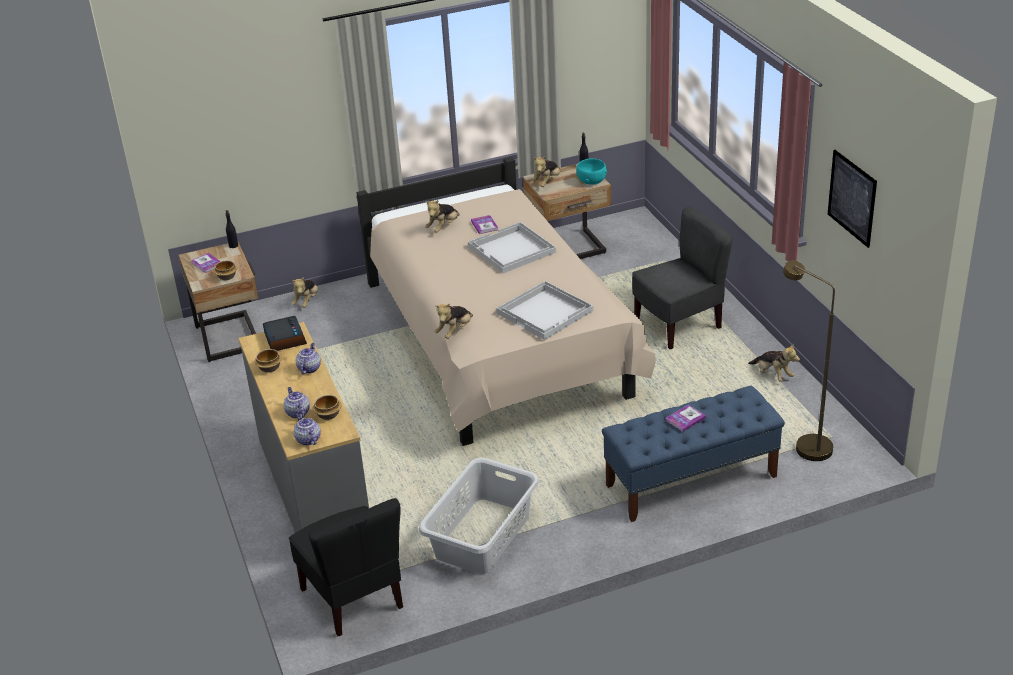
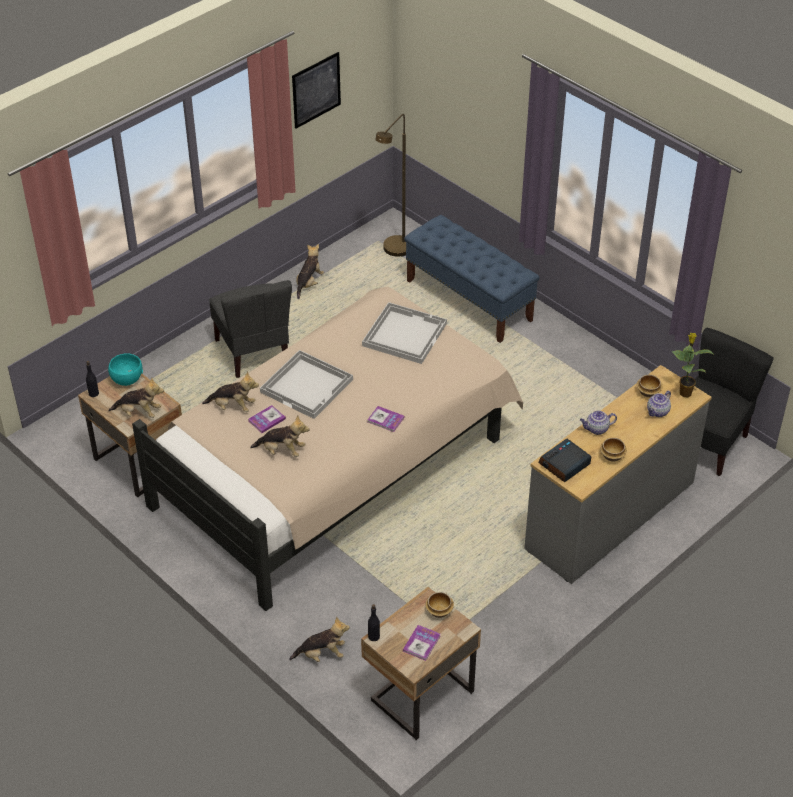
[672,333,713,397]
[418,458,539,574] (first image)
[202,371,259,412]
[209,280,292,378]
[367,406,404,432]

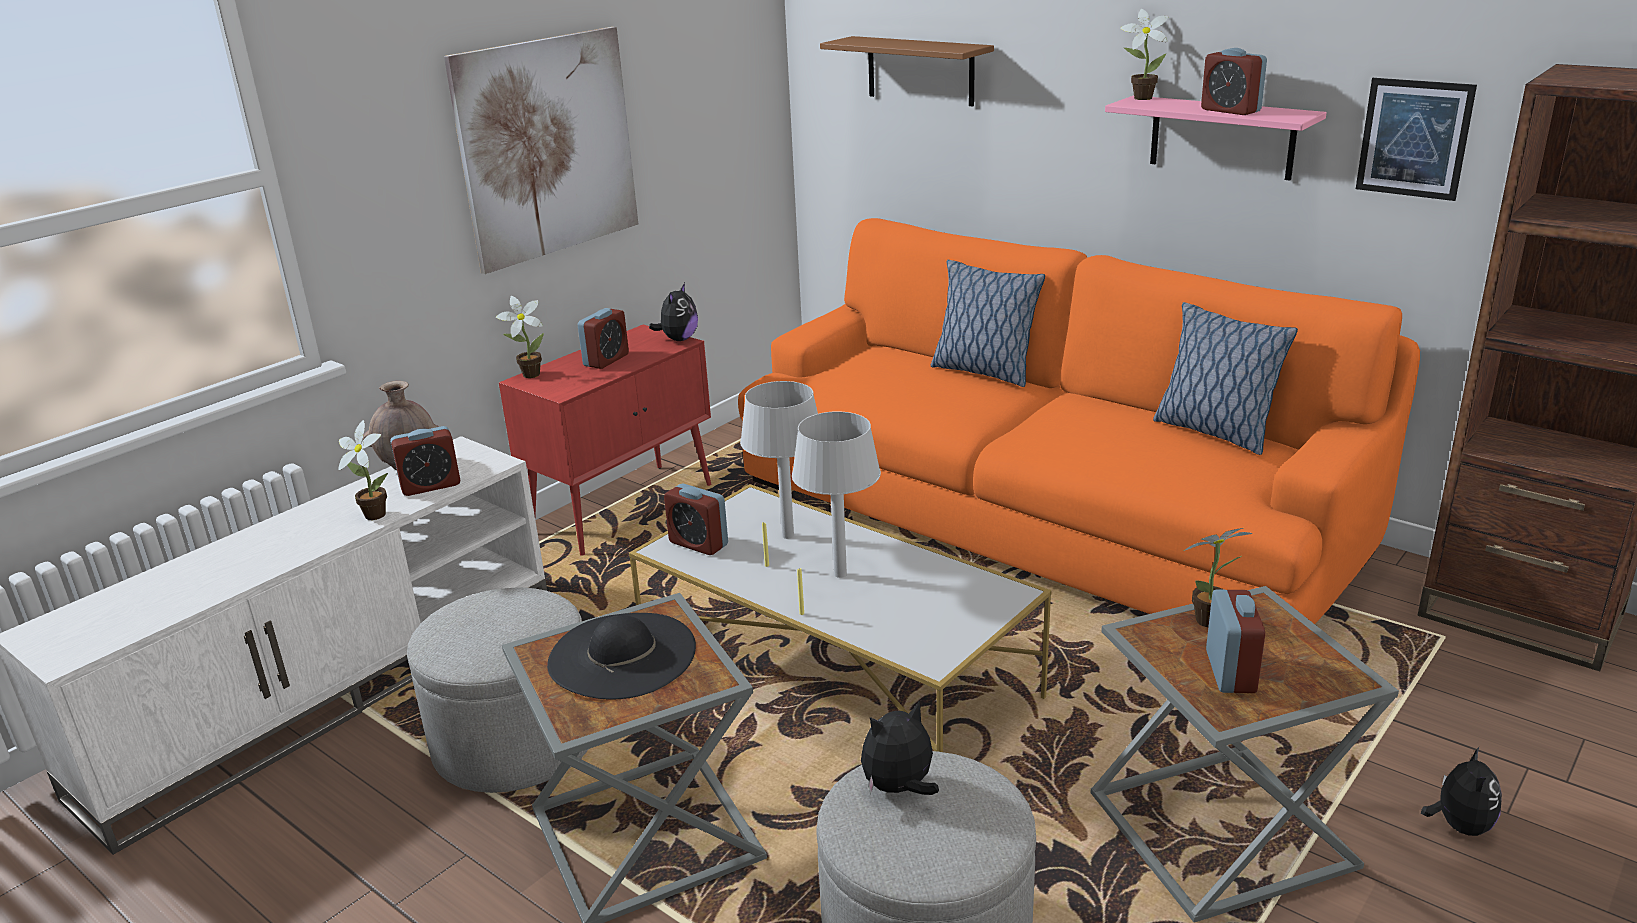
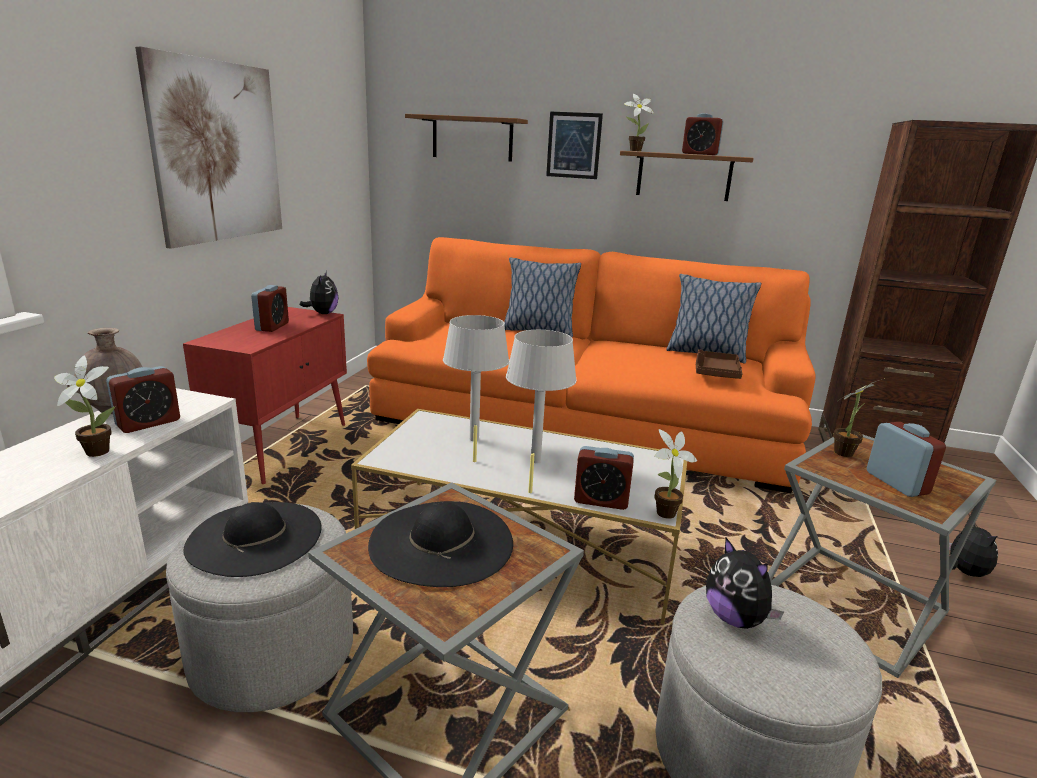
[654,429,697,519]
[574,446,634,510]
[706,538,784,629]
[620,151,754,201]
[546,112,603,179]
[183,502,321,577]
[696,349,743,379]

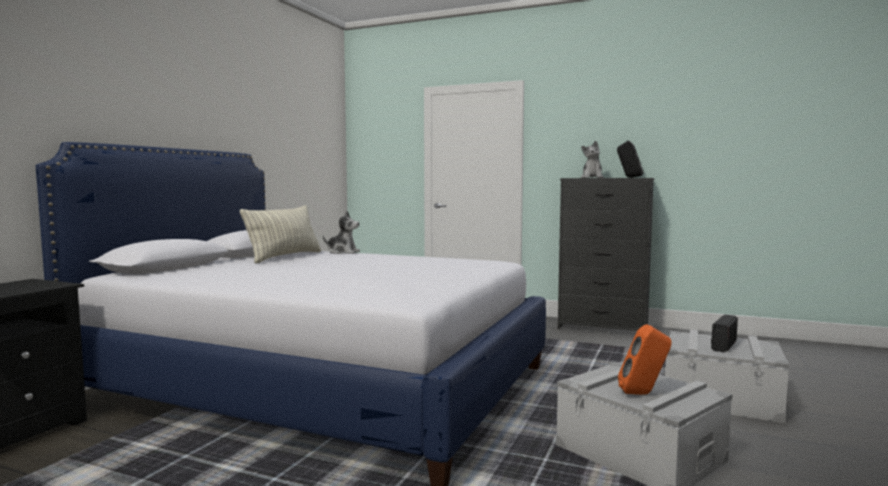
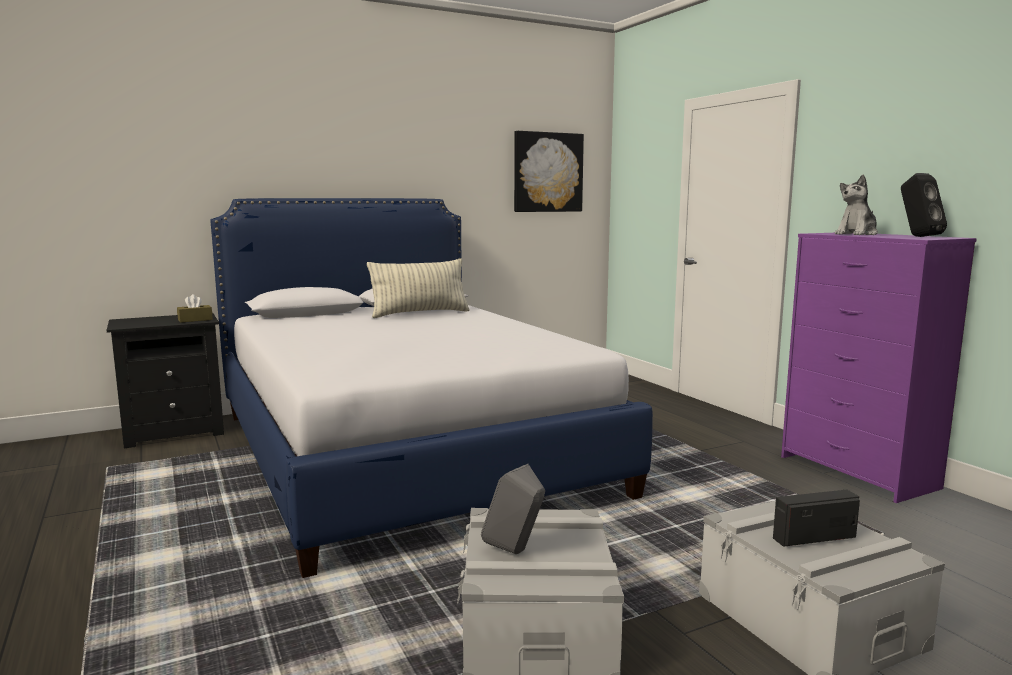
[323,211,360,254] (first image)
[781,233,977,503]
[481,464,545,554]
[177,294,213,323]
[514,131,584,212]

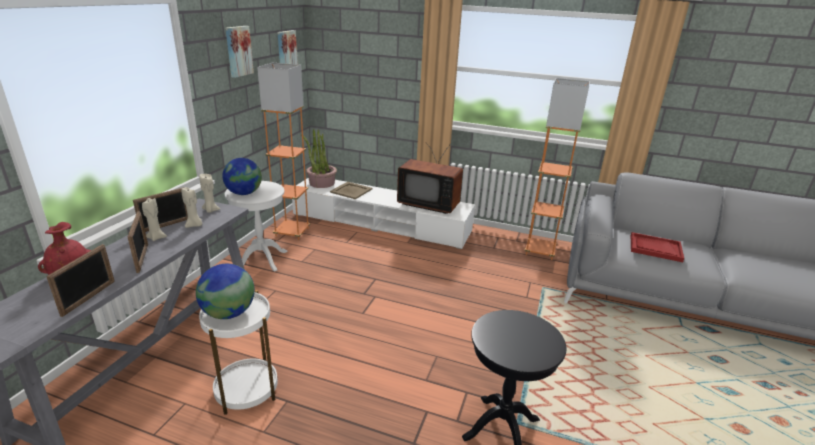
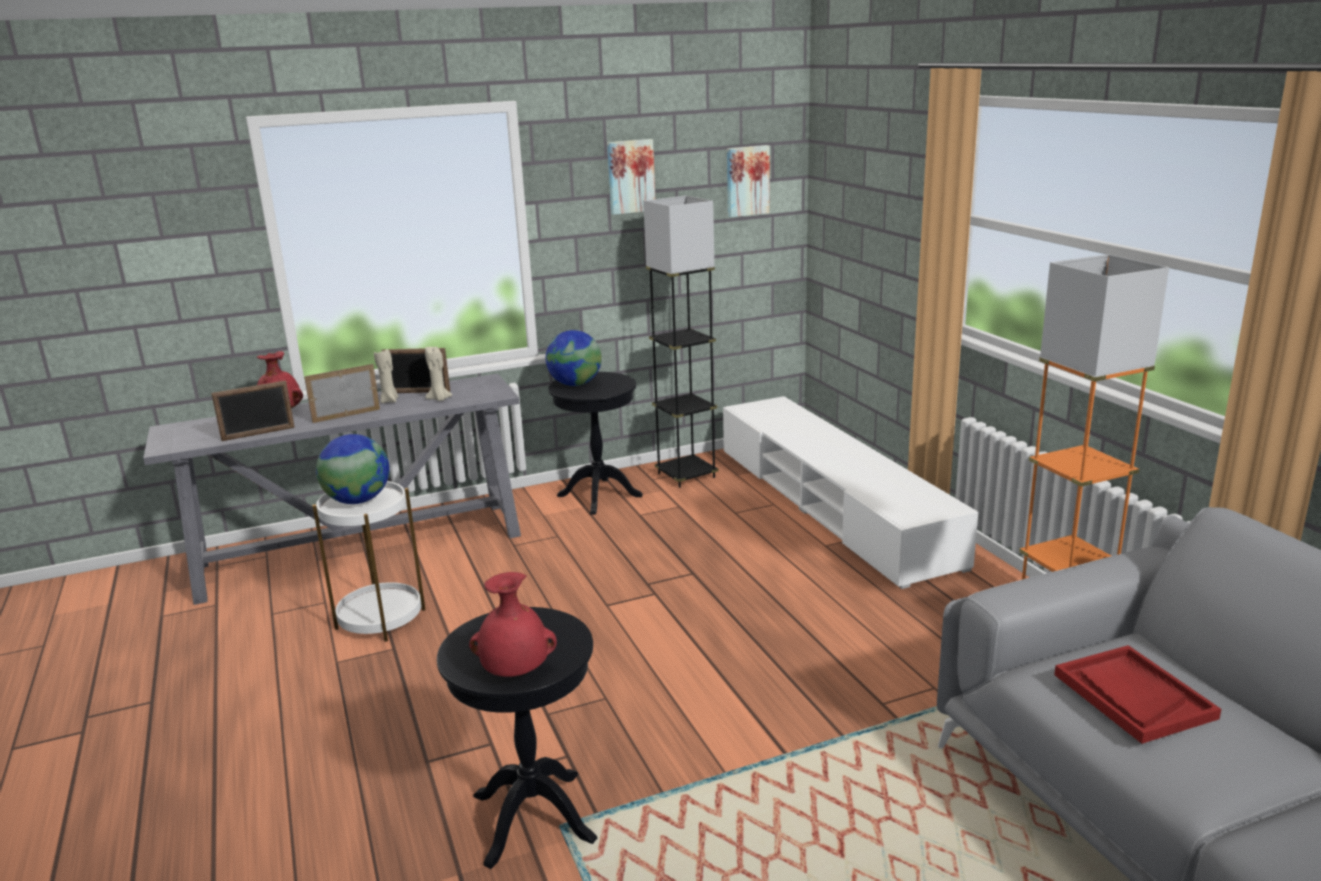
[304,364,380,423]
[199,174,220,213] (first image)
[548,372,643,515]
[643,196,718,488]
[301,129,337,188] (first image)
[330,182,372,199] (first image)
[397,142,463,214] (first image)
[469,572,557,677]

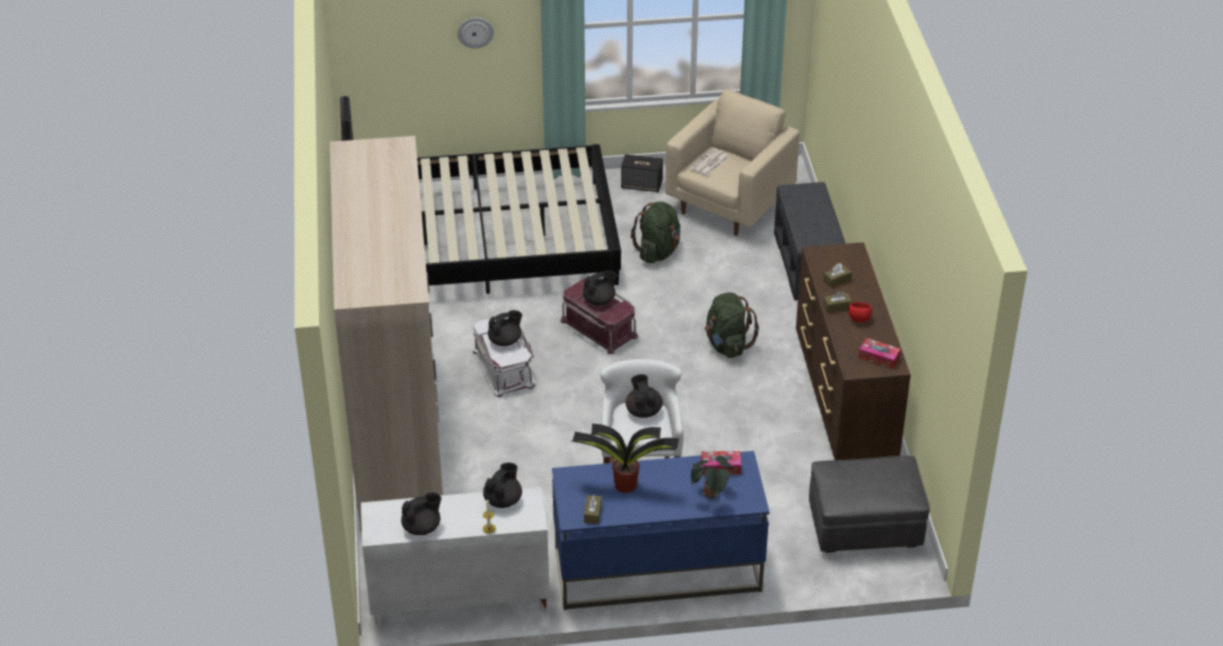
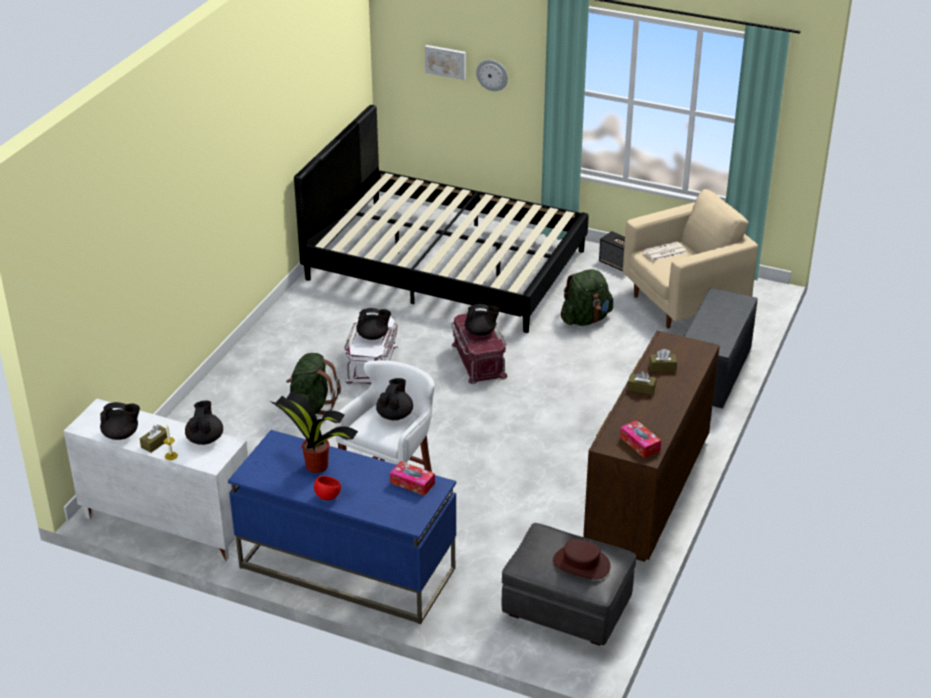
[330,136,443,532] (first image)
[185,401,223,445]
[140,424,167,453]
[691,456,733,499] (first image)
[286,353,341,415]
[314,476,341,500]
[425,45,466,80]
[553,539,611,580]

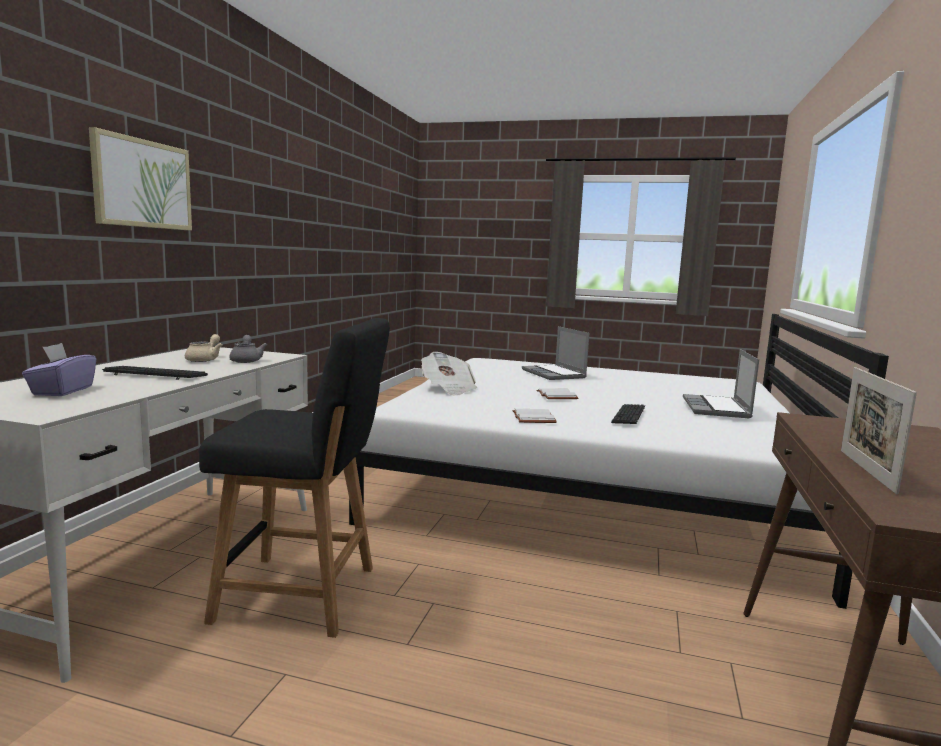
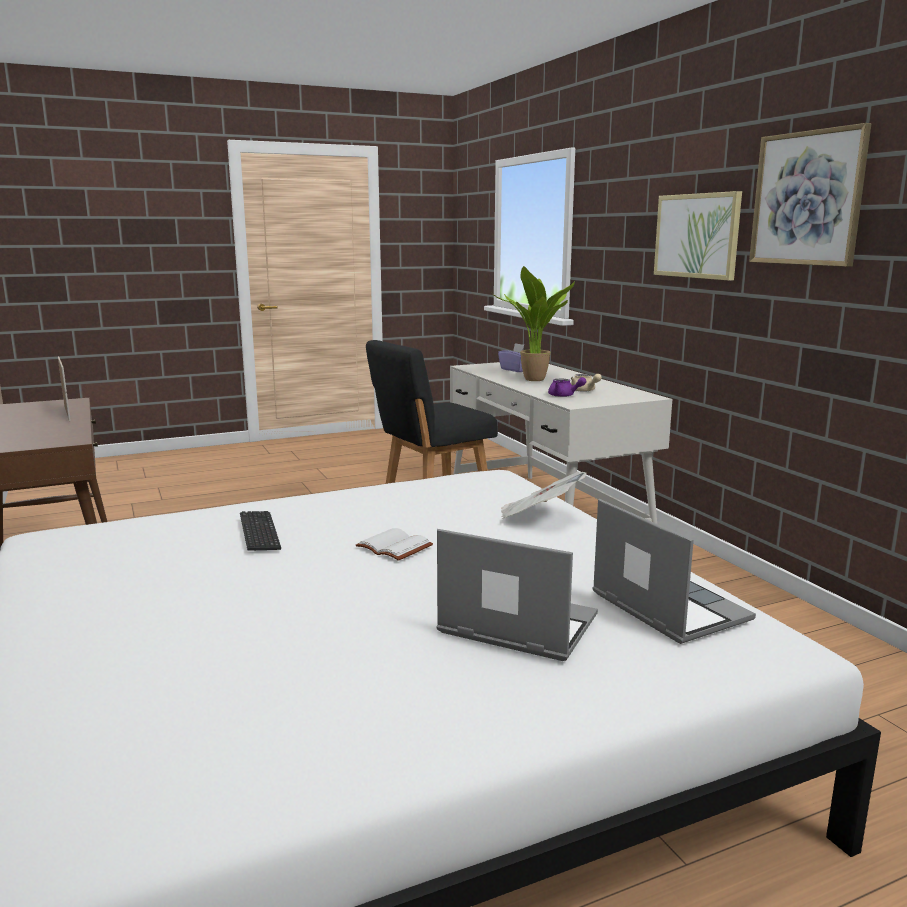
[491,266,576,381]
[548,377,586,397]
[513,409,557,423] (first image)
[593,499,756,644]
[749,123,872,267]

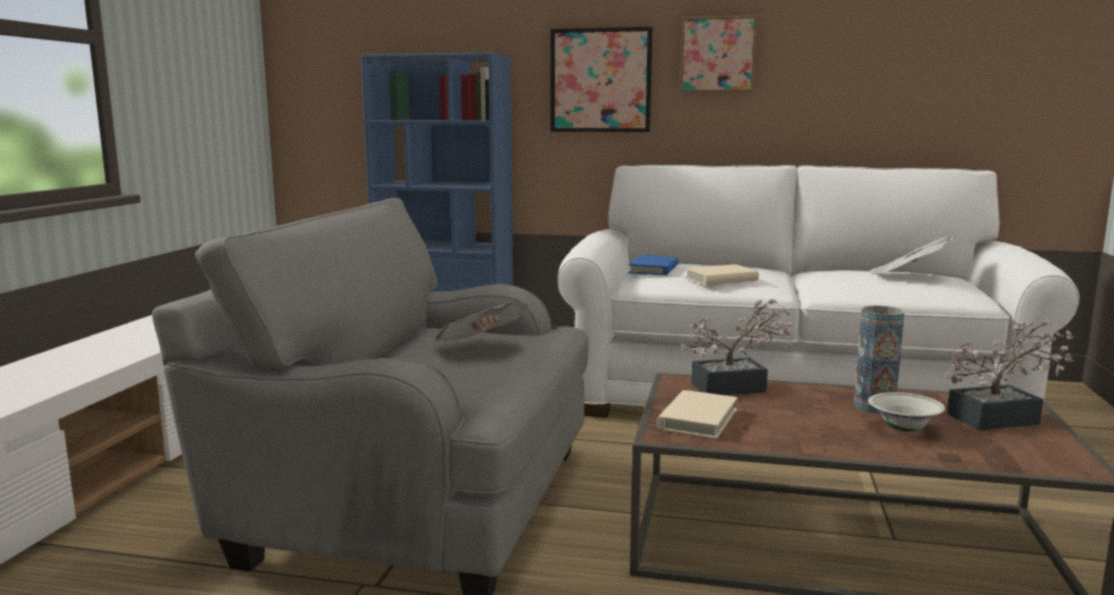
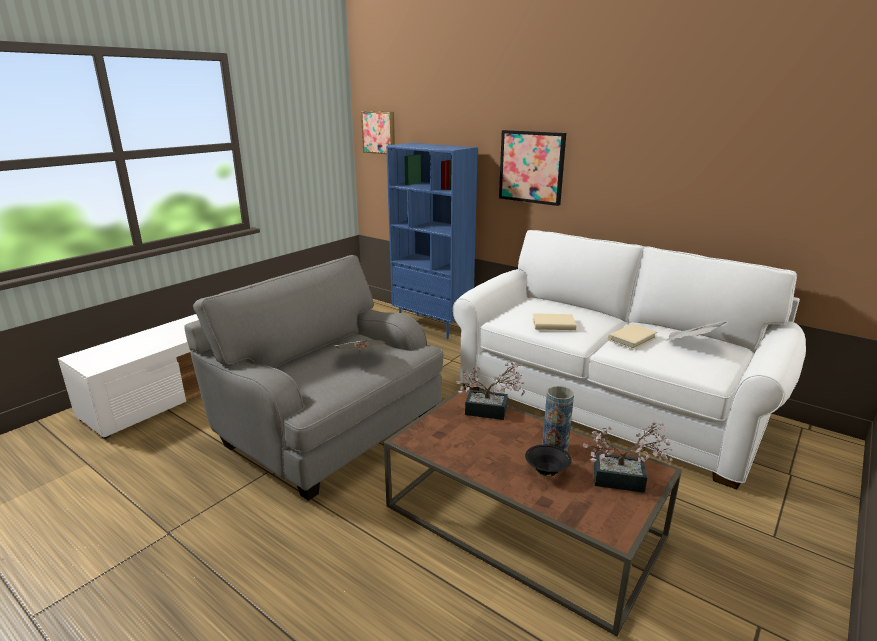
[628,255,678,275] (first image)
[608,324,657,350]
[361,111,395,154]
[525,445,572,476]

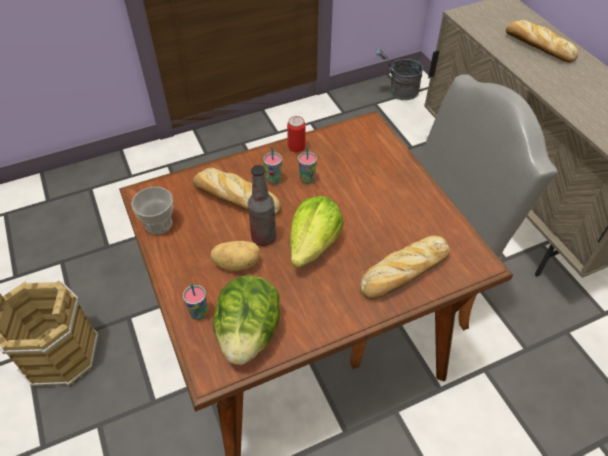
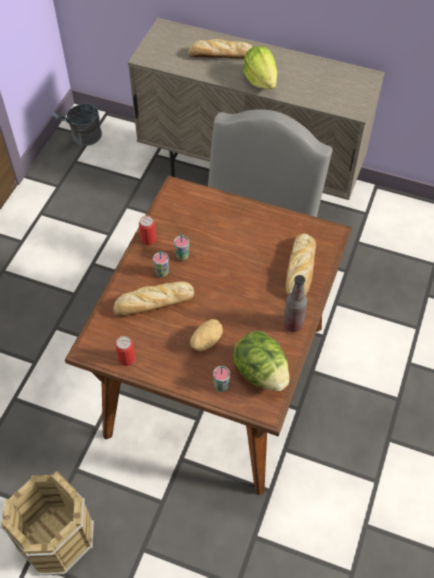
[115,336,135,366]
[283,275,307,332]
[243,46,277,89]

